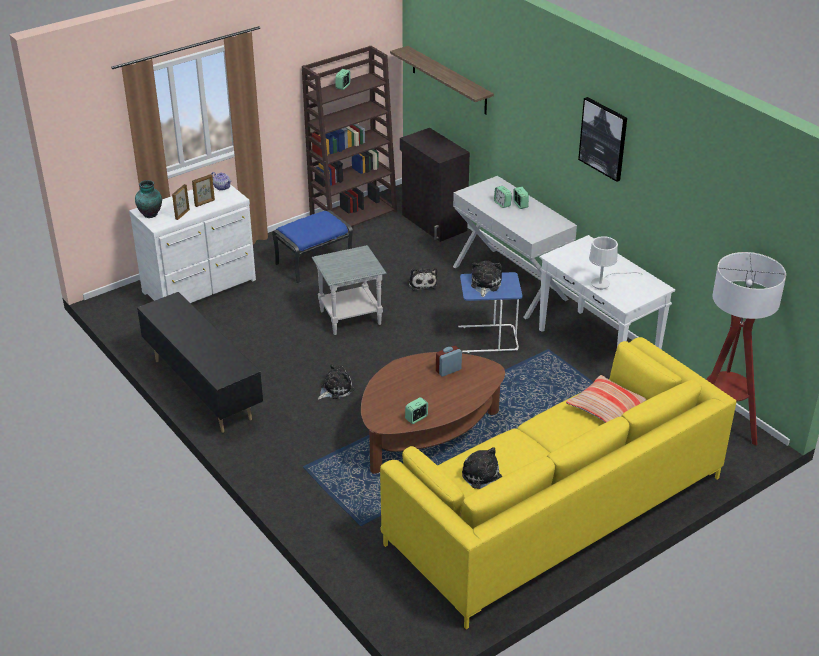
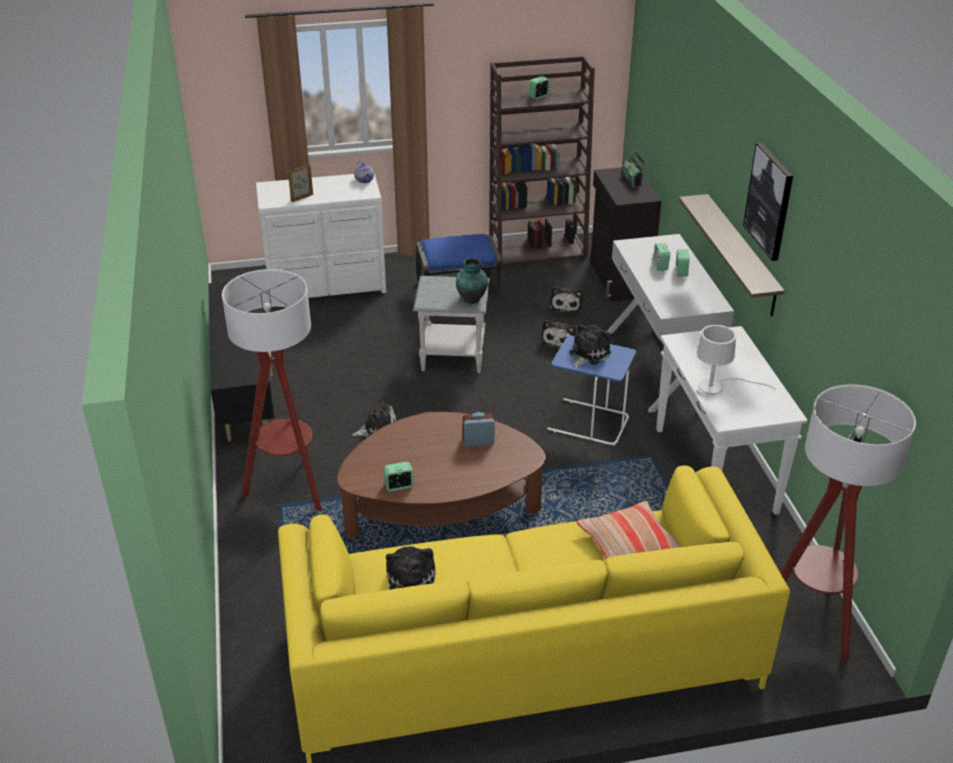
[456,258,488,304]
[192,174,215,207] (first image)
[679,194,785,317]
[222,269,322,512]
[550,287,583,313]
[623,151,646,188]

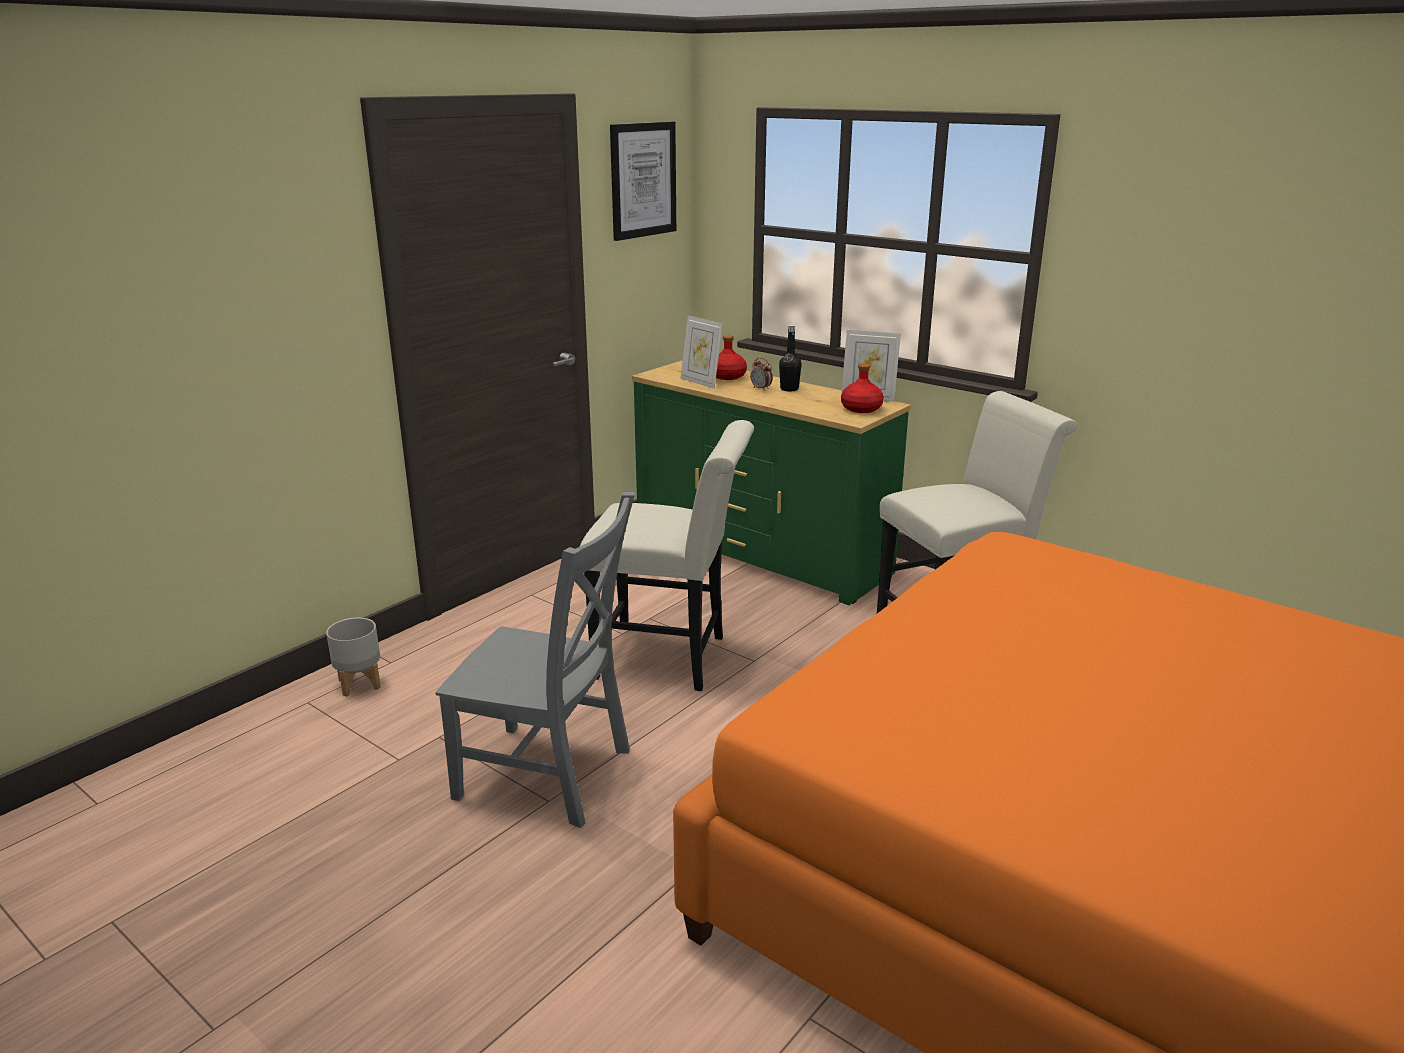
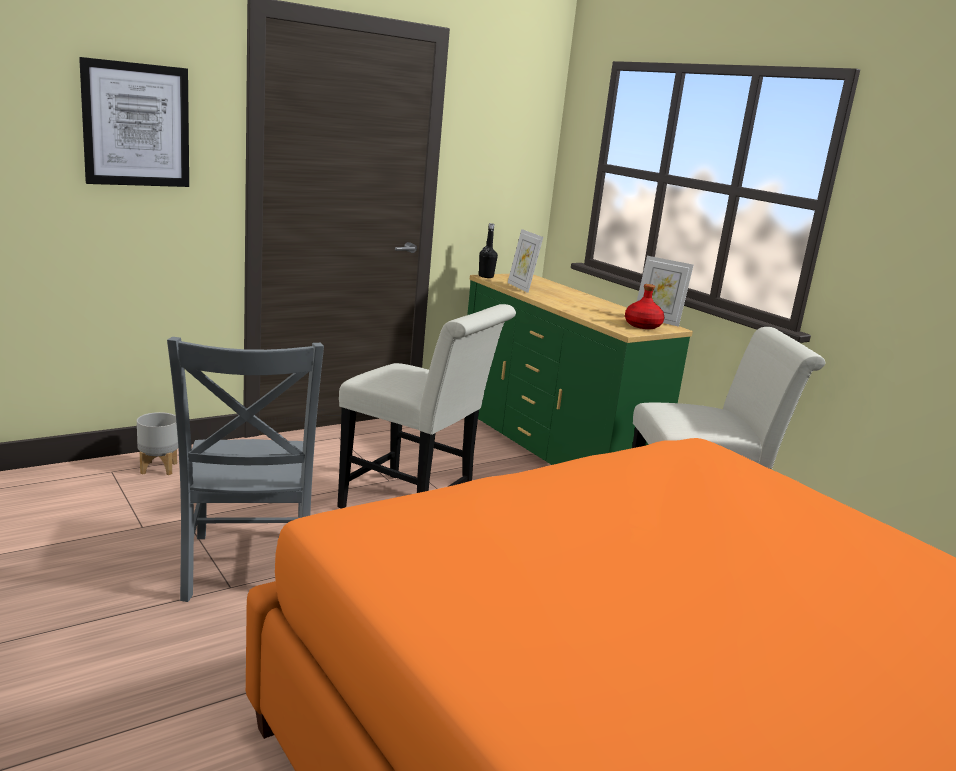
[167,337,324,602]
[79,57,189,187]
[716,335,747,380] (first image)
[750,357,773,391] (first image)
[479,223,498,278]

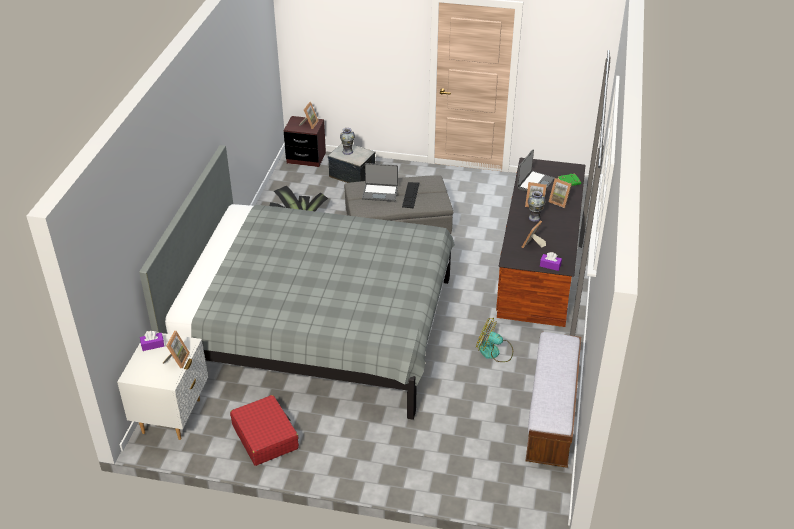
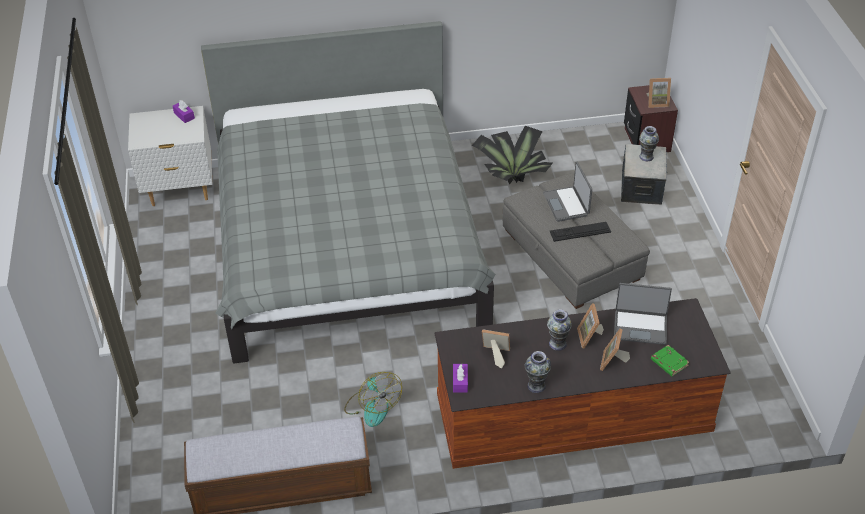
[163,331,190,369] (first image)
[230,395,299,466] (first image)
[344,372,402,427]
[525,351,551,393]

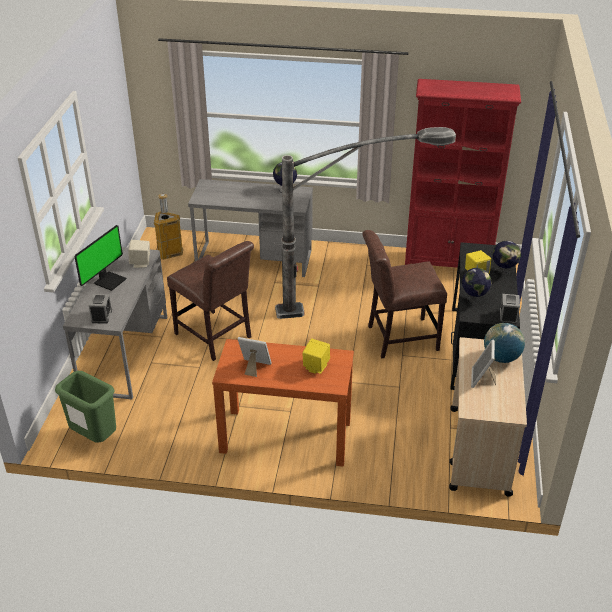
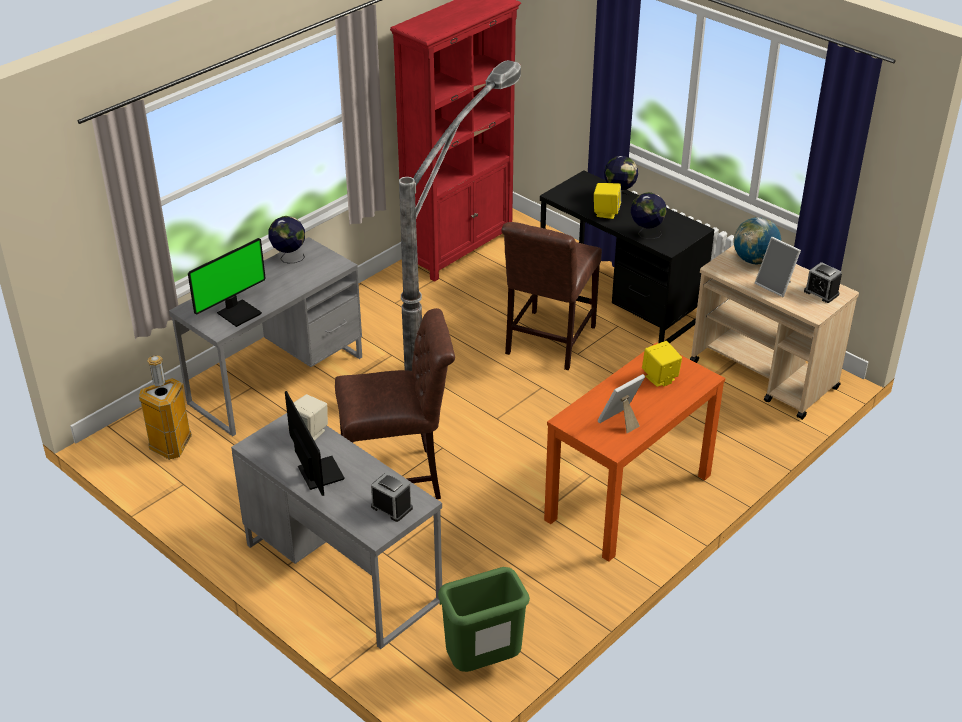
[804,262,842,303]
[188,238,266,327]

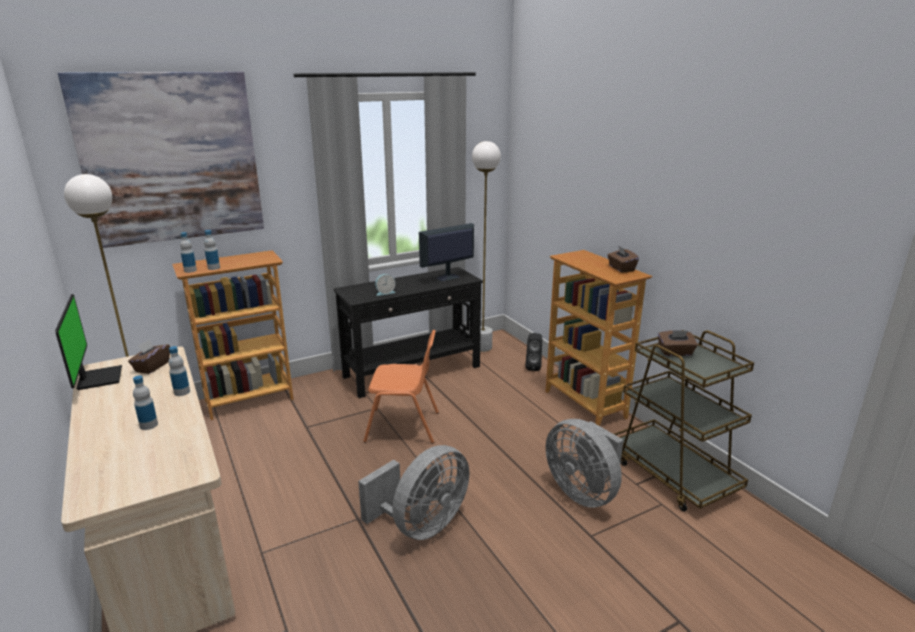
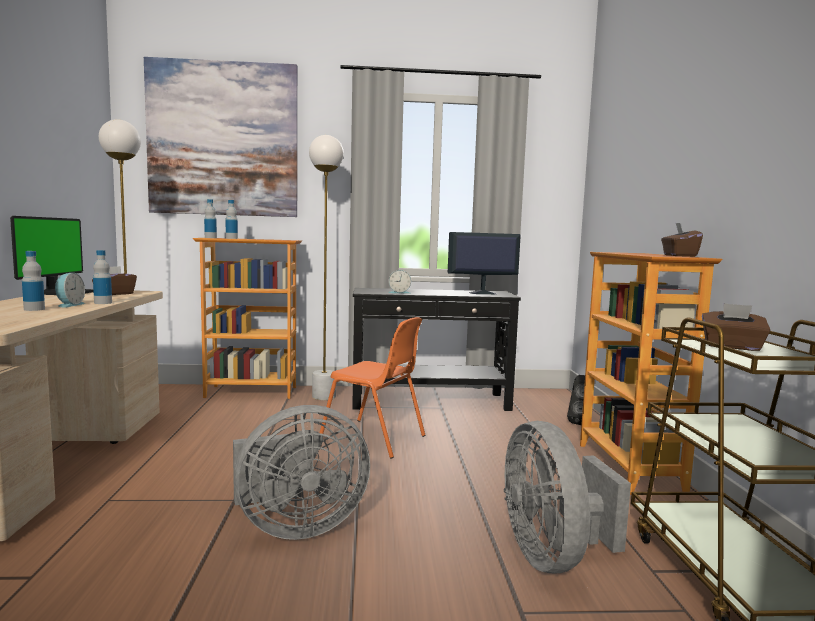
[309,135,344,400]
[55,273,85,308]

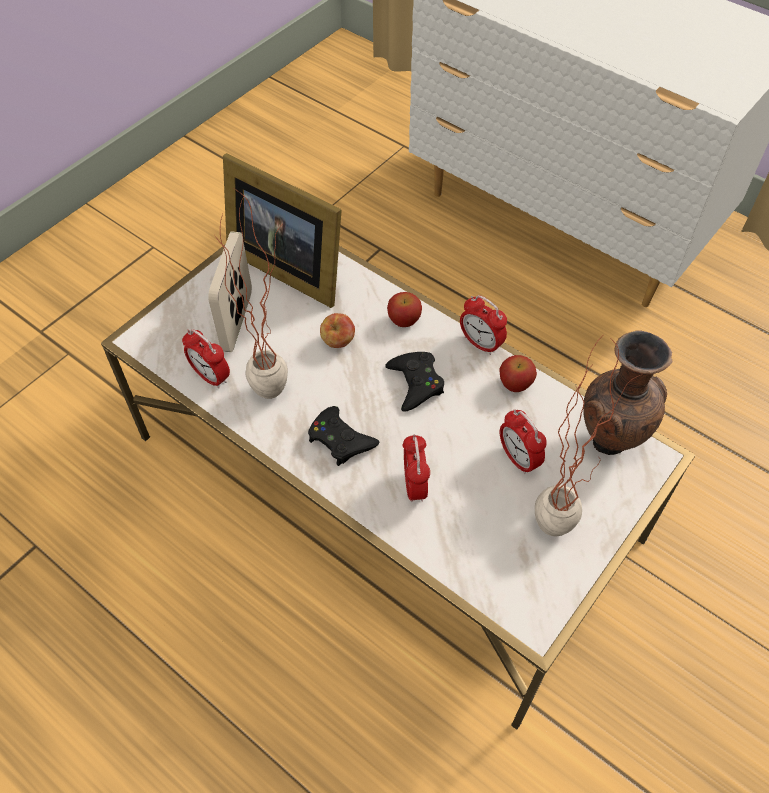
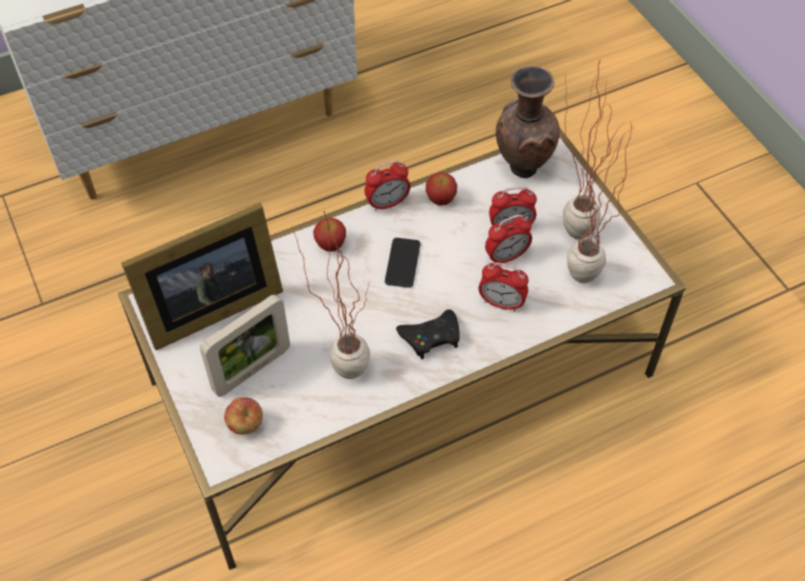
[485,215,532,263]
[200,294,290,397]
[224,397,263,435]
[385,238,421,288]
[567,121,635,283]

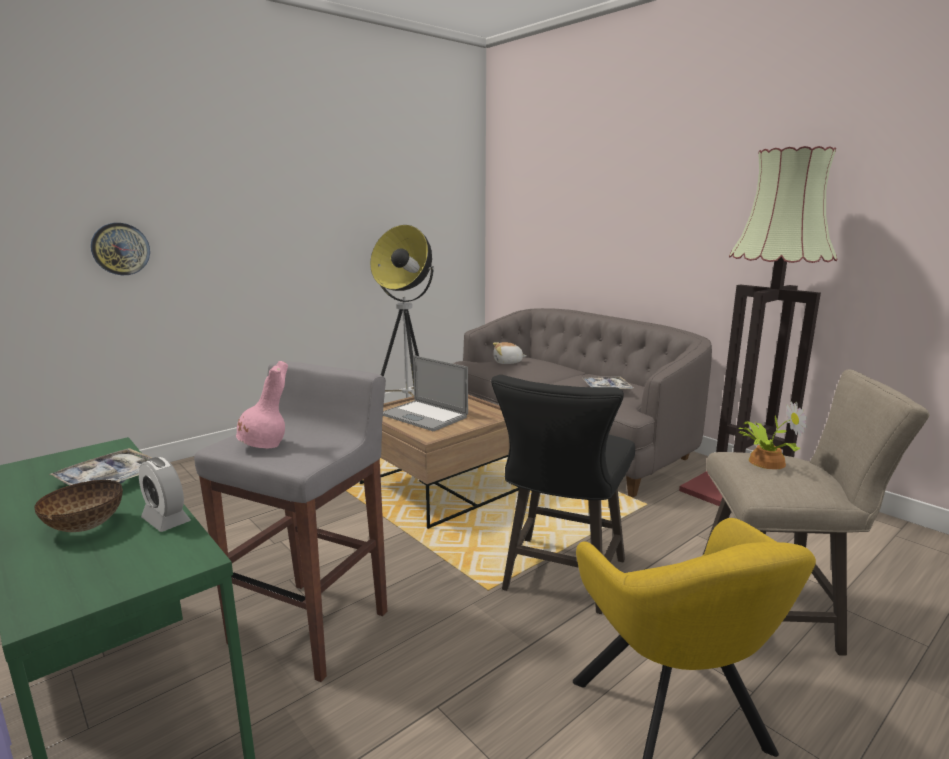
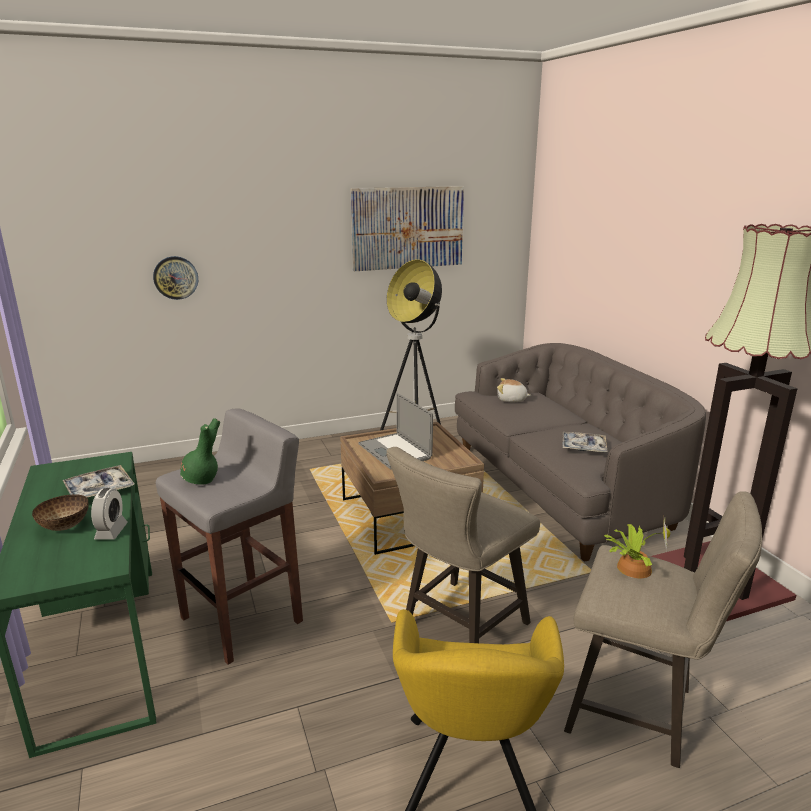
[91,488,128,540]
[180,418,220,485]
[386,447,540,643]
[350,186,464,271]

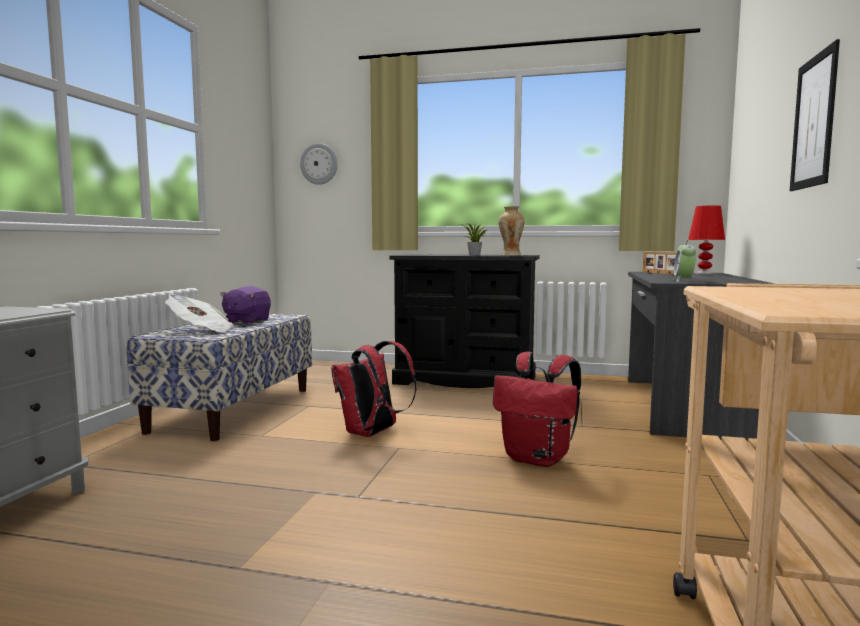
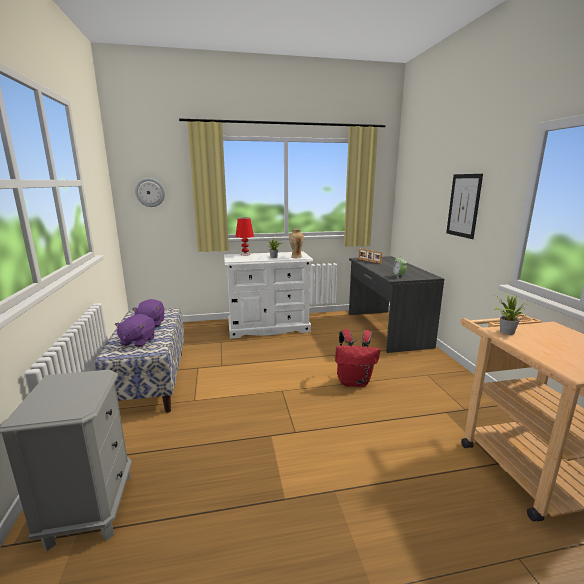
[115,314,155,347]
[331,341,417,437] (first image)
[224,252,313,339]
[236,218,254,256]
[493,293,528,335]

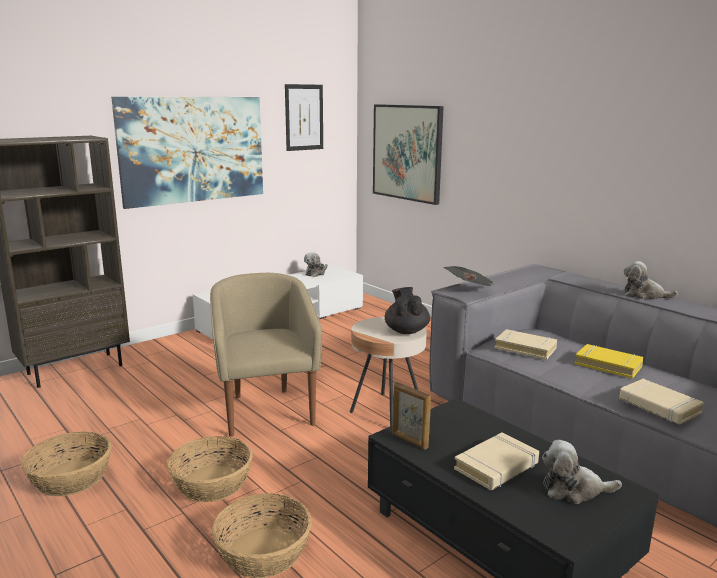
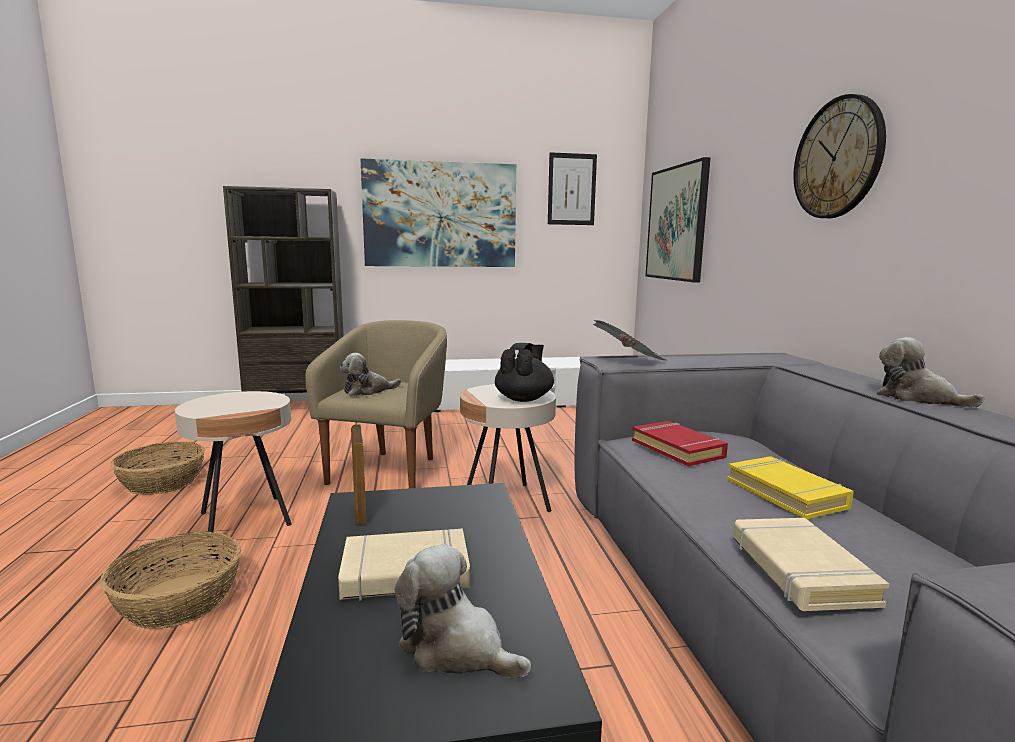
[175,391,292,537]
[340,353,401,396]
[632,421,728,466]
[793,94,886,218]

